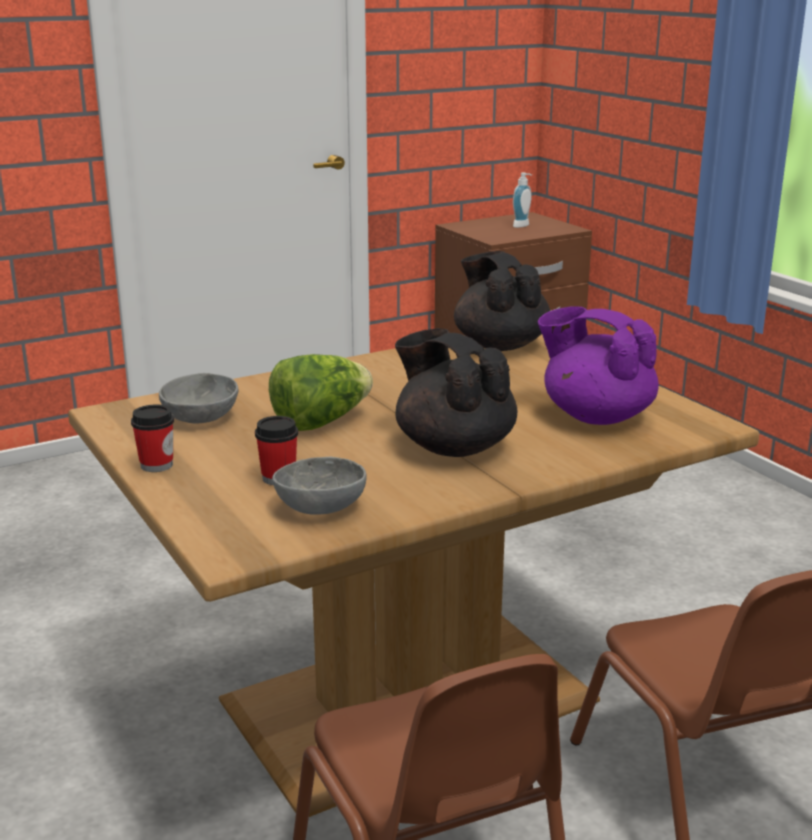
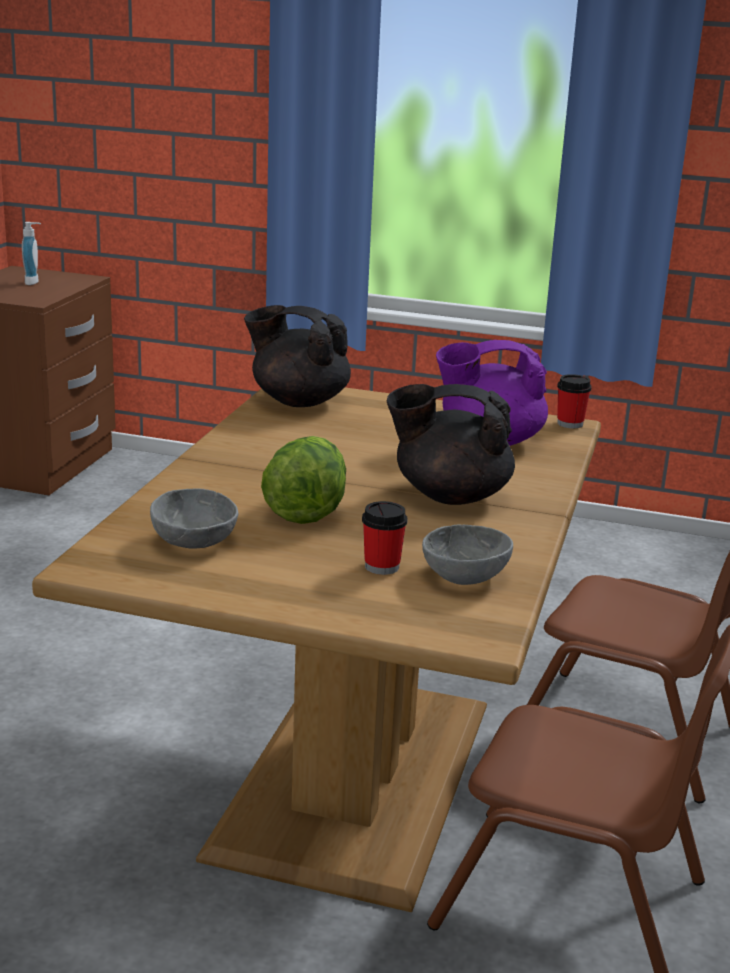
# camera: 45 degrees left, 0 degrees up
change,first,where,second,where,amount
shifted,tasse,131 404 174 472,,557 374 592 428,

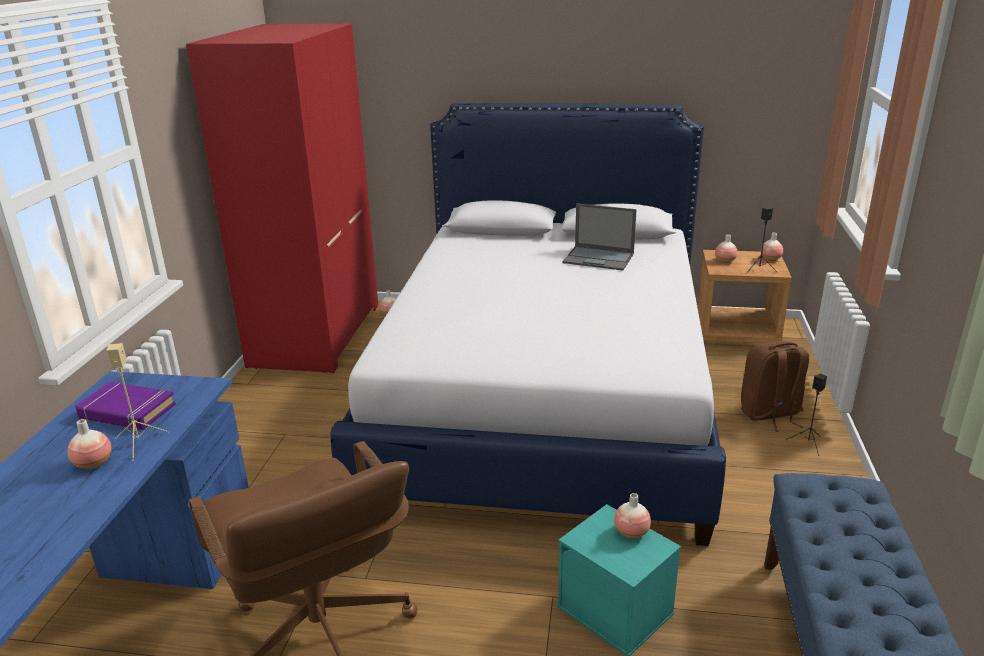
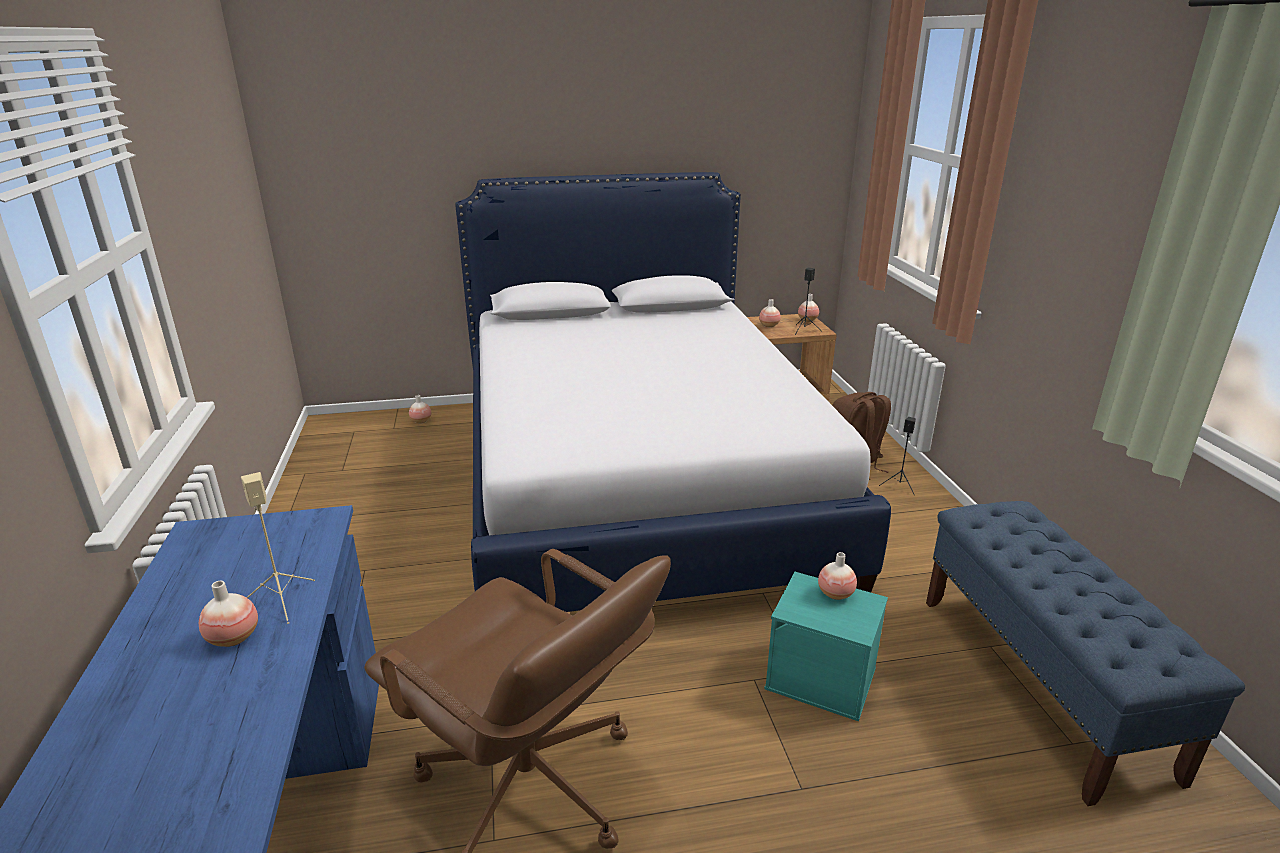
# camera: 20 degrees left, 0 degrees up
change,first,where,second,where,amount
gone,armoire [rouge],186 23 378 373,,,
gone,ordinateur portable,562 204 637 270,,,
gone,livre [violet],75 382 176 430,,,

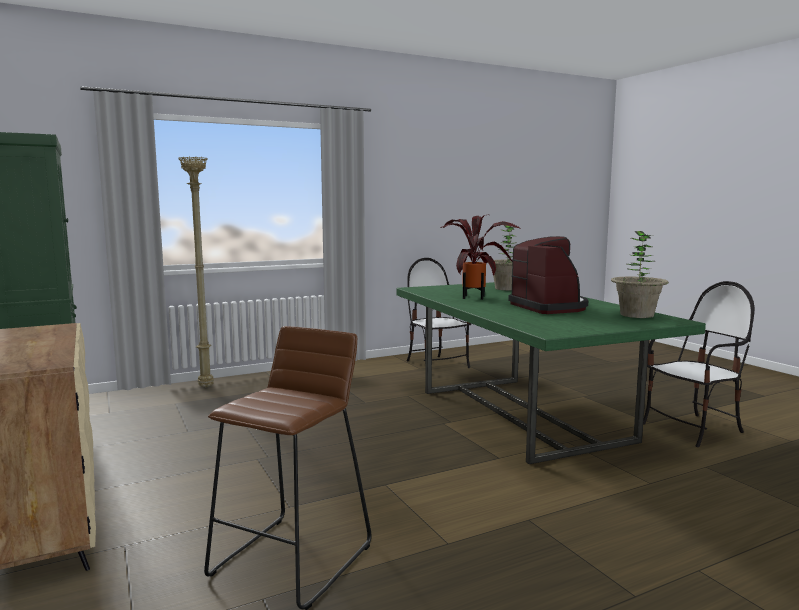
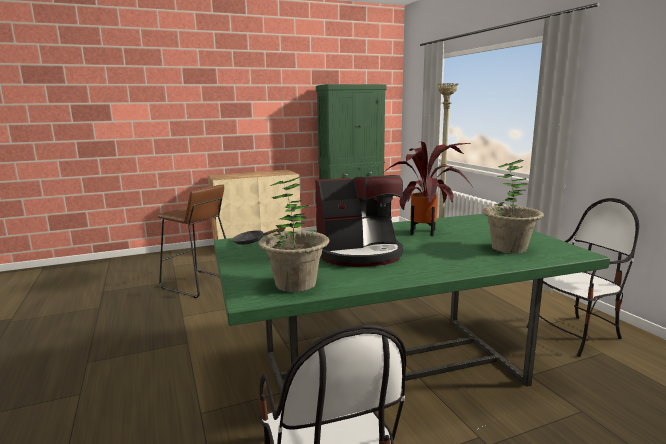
# camera: 95 degrees right, 5 degrees up
change,first,where,second,where,amount
new,,,poêle [noir],233 227 286 245,

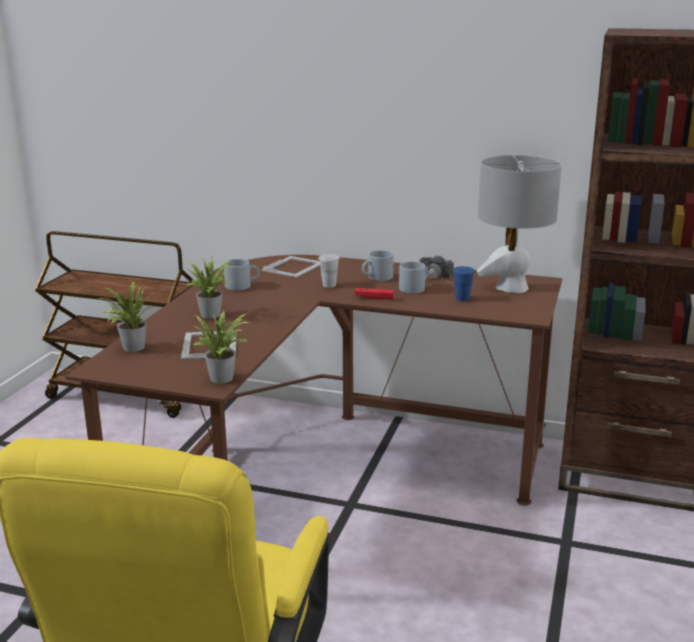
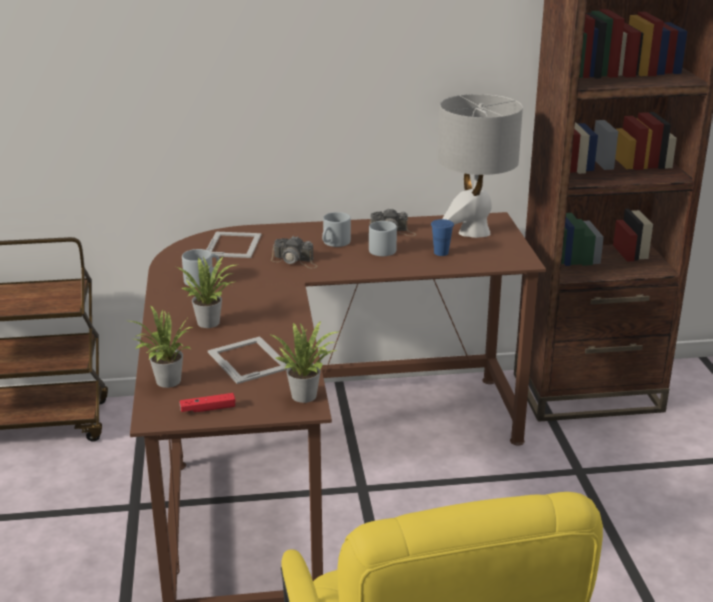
# camera: 25 degrees left, 5 degrees up
change,first,where,second,where,amount
swapped,tasse [blanc],319 254 340 288,appareil photo,271 236 317 268,
shifted,manette [rouge],355 288 395 300,,179 393 235 412,

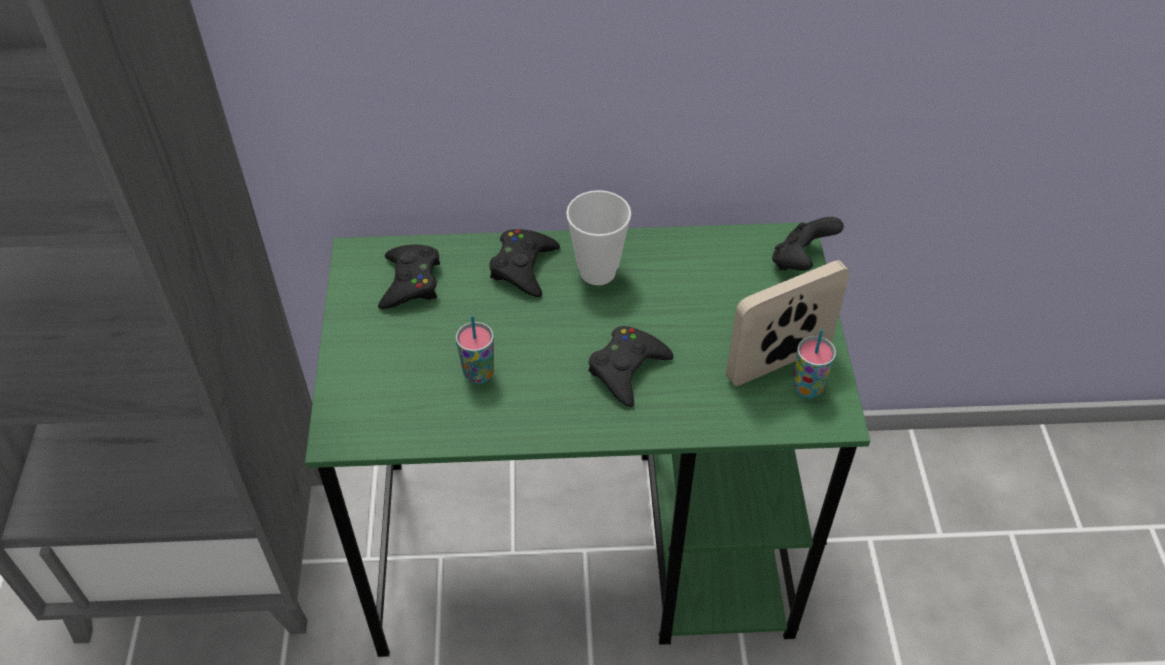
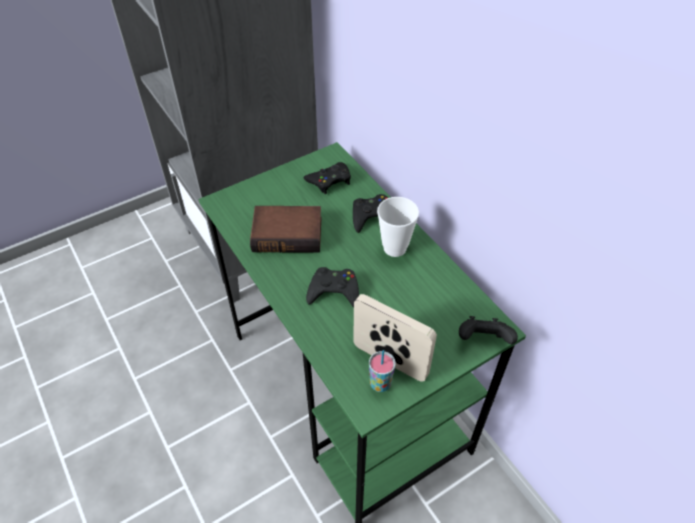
# camera: 60 degrees right, 0 degrees up
change,first,where,second,where,amount
swapped,tasse,456 315 494 384,livre,250 206 322 253,

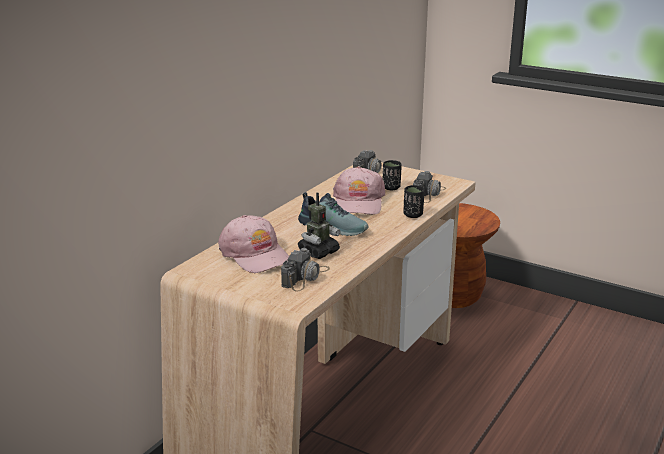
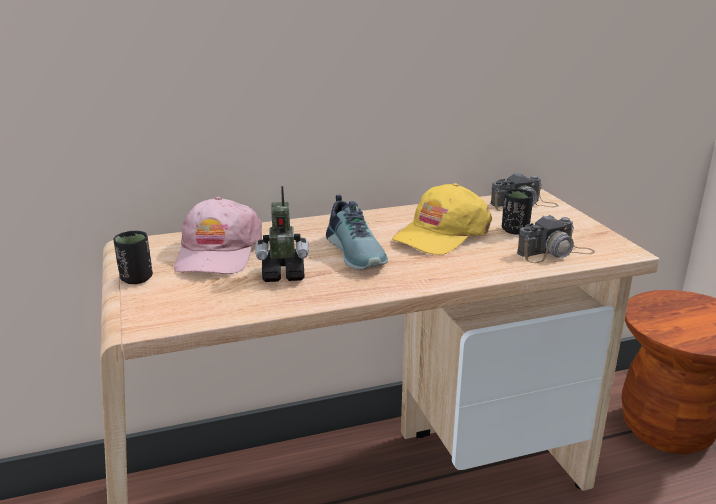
# camera: 40 degrees right, 0 degrees up
change,first,where,second,where,amount
repainted,casquette [rose],333 166 385 215,casquette [jaune],392 183 492 255,
shifted,tasse [noir],403 185 424 218,,114 231 153 284,
gone,appareil photo,281 248 330 291,,,

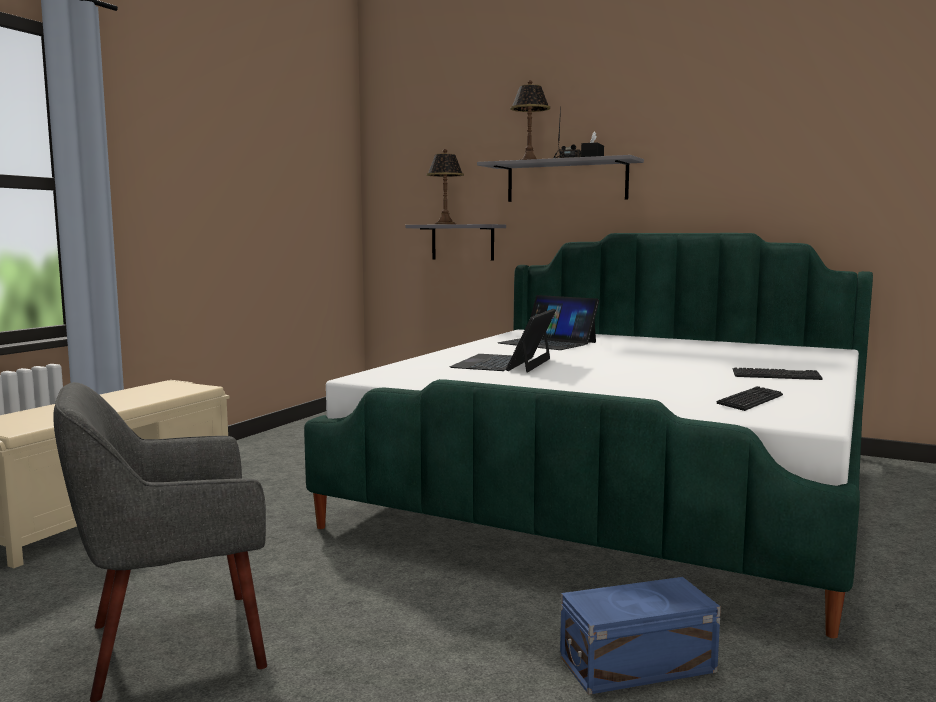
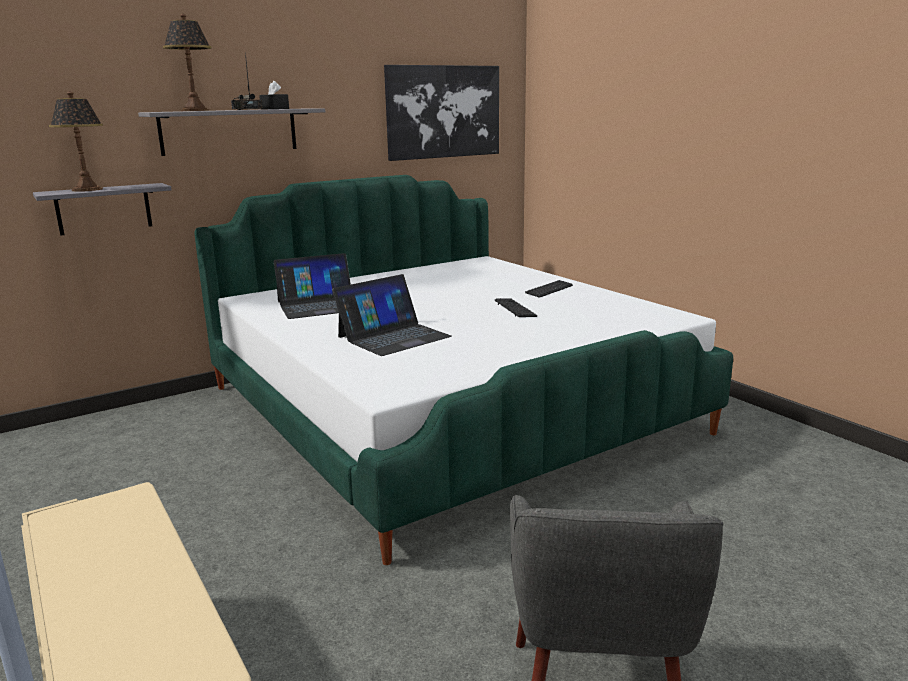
# camera: 60 degrees left, 10 degrees up
change,first,where,second,where,amount
rotated,ordinateur portable,449 309 556 373,,332 274 452 356,90 degrees counterclockwise
shifted,clavier,716 386 783 411,,495 298 537 317,
gone,boîte de rangement [bleu],560 577 721 695,,,
new,,,tableau,384 65 499 161,

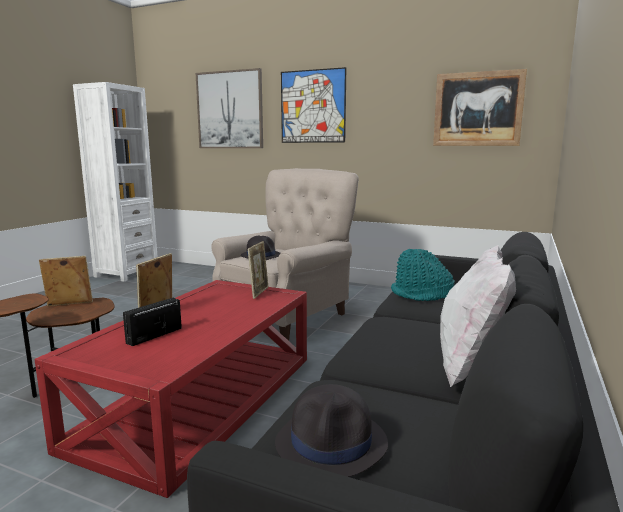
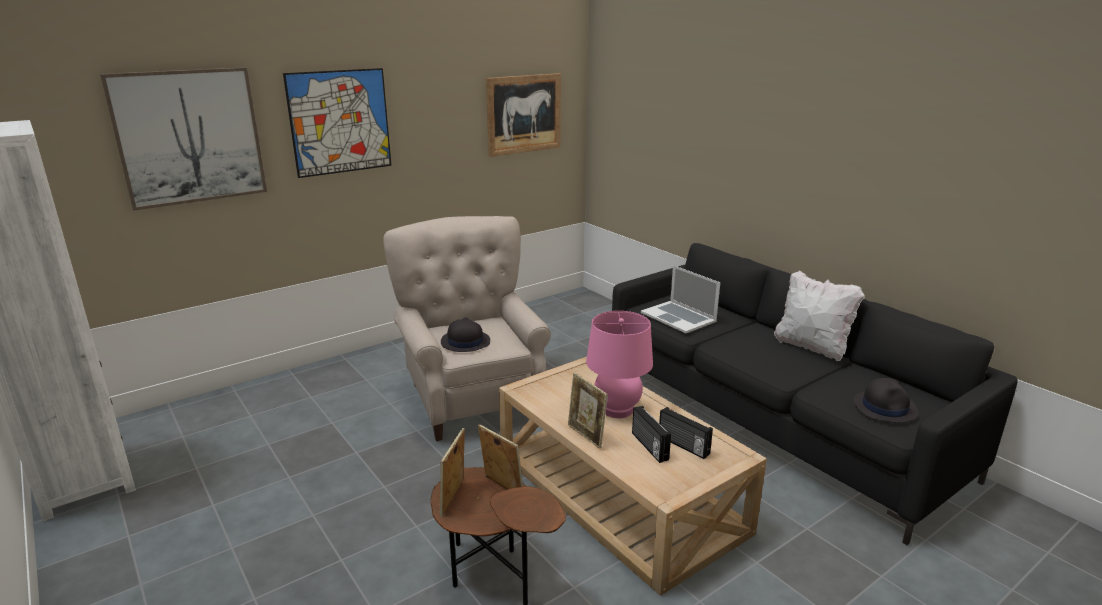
# camera: 60 degrees left, 10 degrees up
change,first,where,second,where,amount
shifted,cadre photo,248 241 269 299,,478 424 523 490,
swapped,chapeau [turquoise],391 249 455 301,ordinateur portable,641 265 720 333,
repainted,table basse [rouge],35 280 307 498,table basse [beige],499 357 767 596,
new,,,lampe de table [rose],586 311 653 418,
new,,,radio,659 407 713 459,

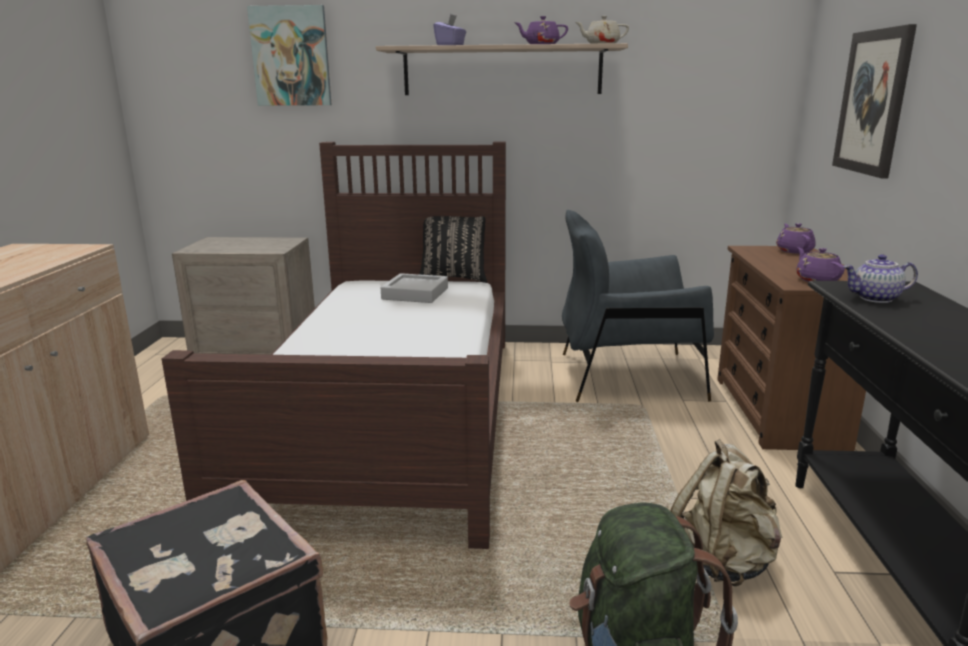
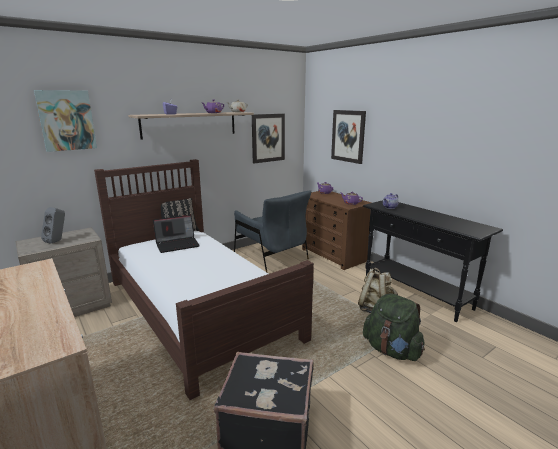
# camera: 40 degrees left, 0 degrees up
change,first,where,second,where,amount
rotated,fauteuil [gris],562 210 714 402,,234 191 312 273,90 degrees counterclockwise
swapped,plateau [gris],381 273 448 303,ordinateur portable,153 215 200 253,
new,,,tableau,252 114 285 163,
new,,,enceinte [gris],41 207 65 244,

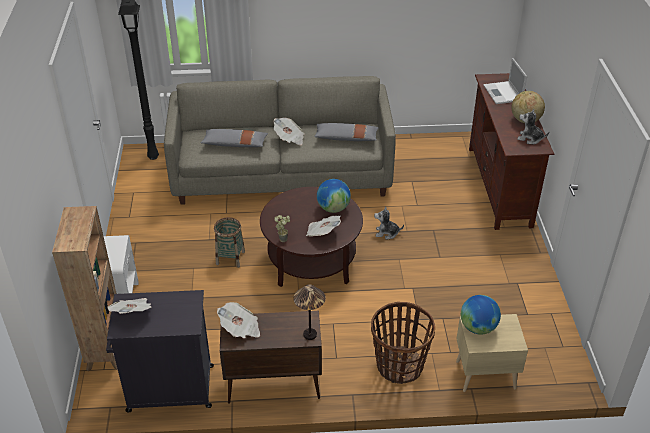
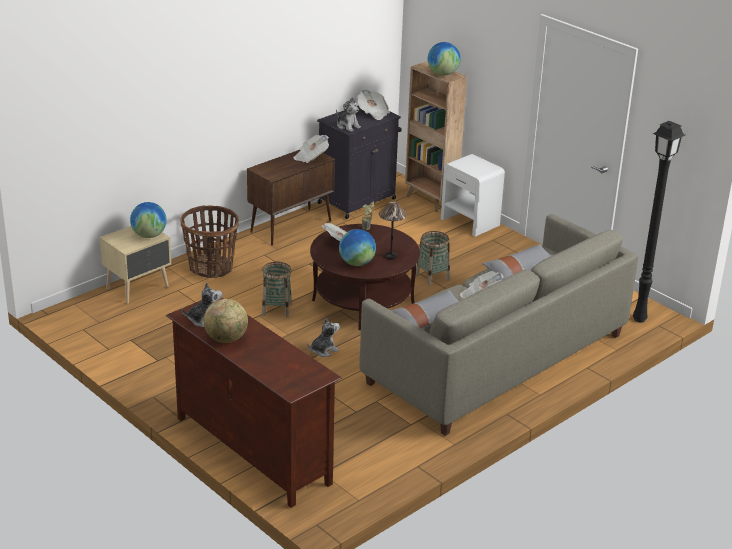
# camera: 140 degrees right, 10 degrees down
change,first,where,second,where,amount
gone,ordinateur portable,483 58 527 104,,,
shifted,lampe de table,293 284 326 340,,379 201 407 260,
new,,,globe,428 42 461 75,
new,,,peluche,336 97 361 132,
new,,,panier,262 262 292 317,

